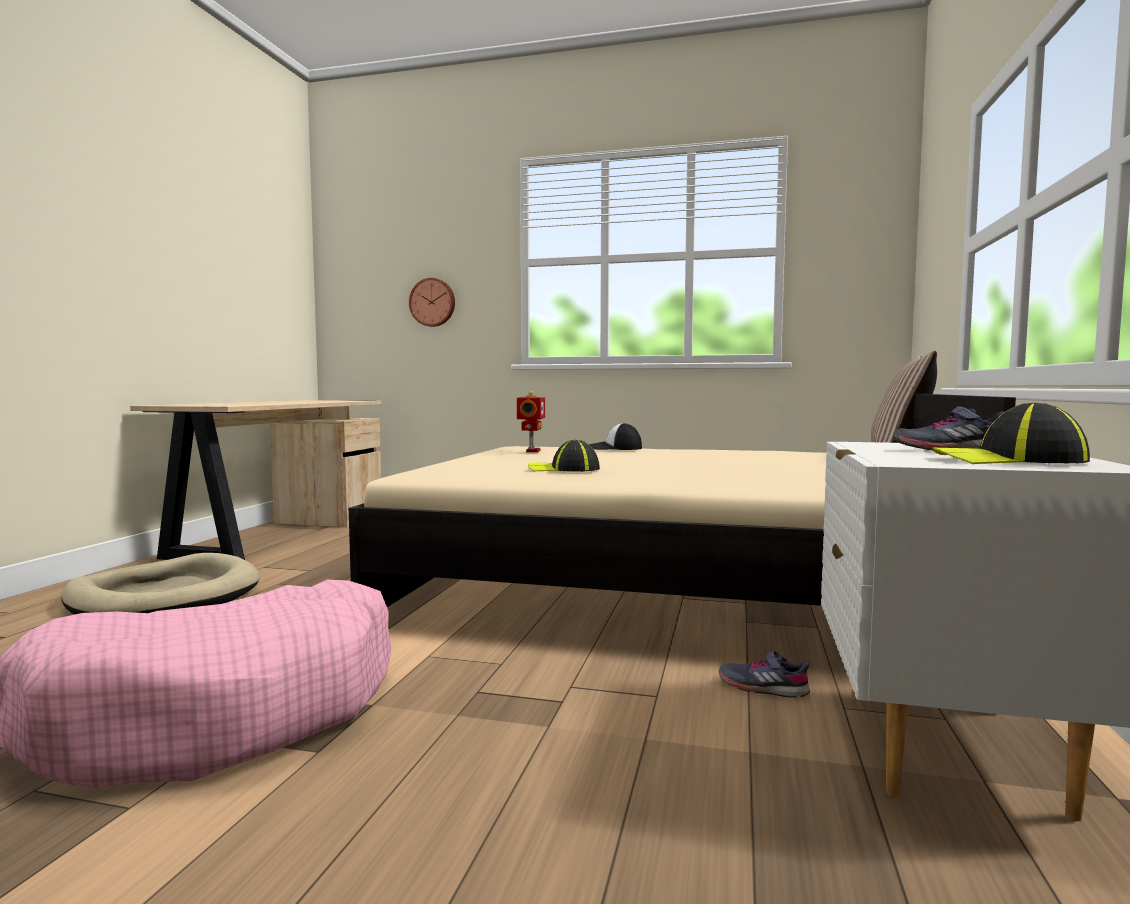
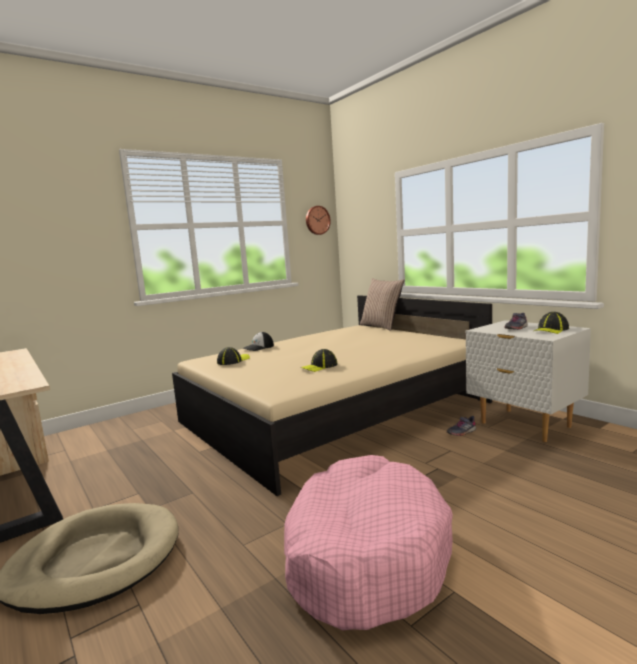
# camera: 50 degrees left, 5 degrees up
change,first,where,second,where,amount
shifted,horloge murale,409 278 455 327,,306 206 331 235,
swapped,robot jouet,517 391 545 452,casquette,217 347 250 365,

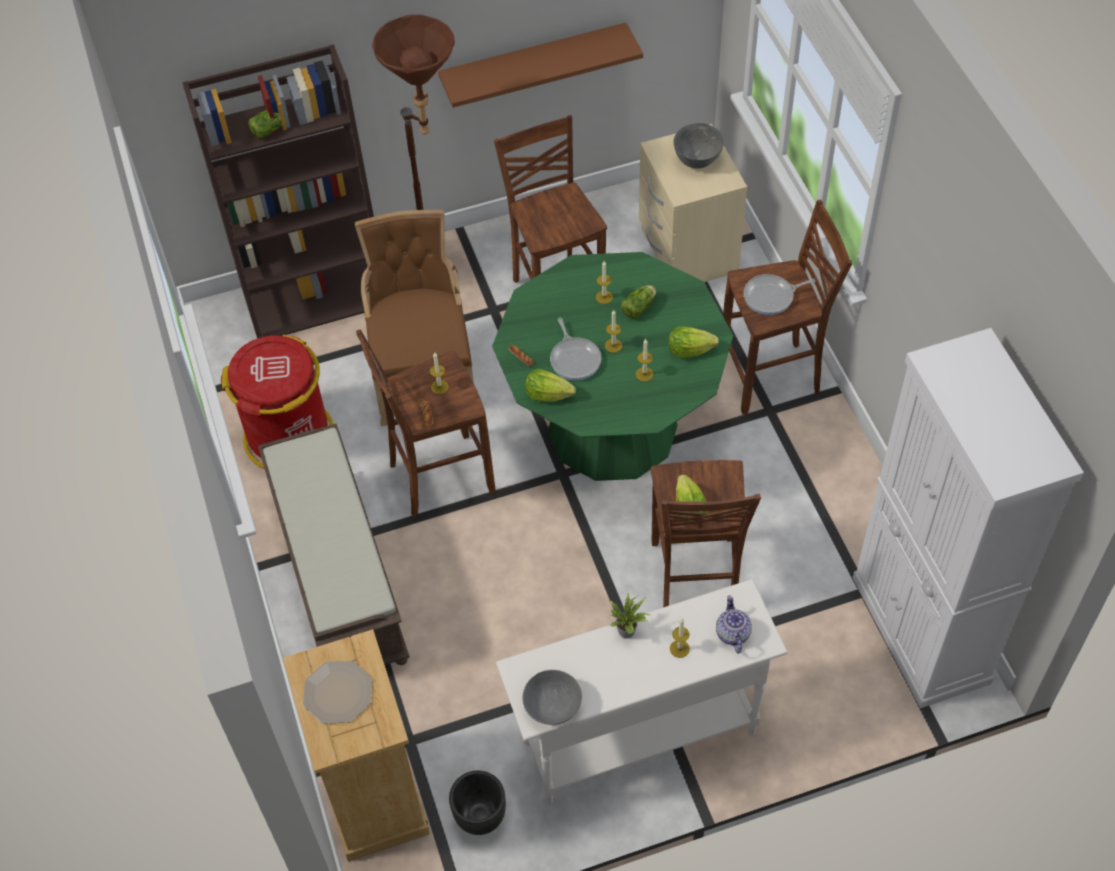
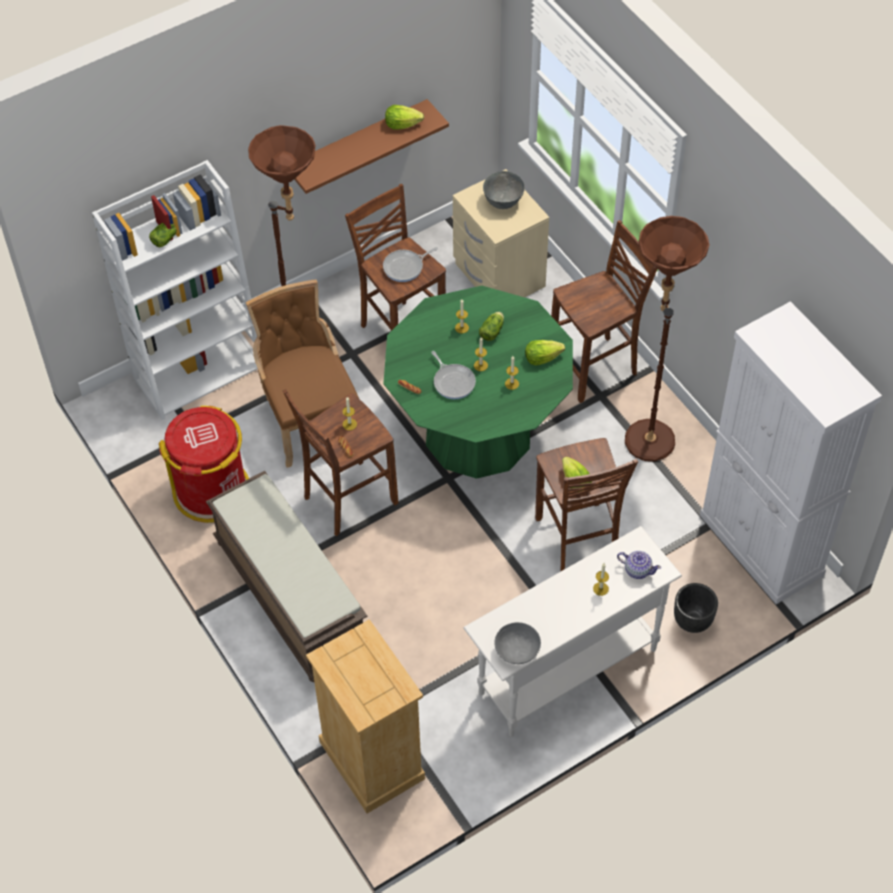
# camera: 15 degrees left, 0 degrees up
change,first,where,second,where,amount
repainted,bibliothèque [marron],183 44 374 338,bibliothèque [blanc],92 160 258 420,
shifted,poêle,743 274 816 315,,383 247 438 282,
shifted,laitue,525 369 576 402,,385 105 424 130,
gone,plante en pot,609 592 650 638,,,
rotated,théière,716 595 752 654,,617 551 661 579,135 degrees clockwise
gone,assiette,303 661 372 723,,,
shifted,cache-pot [noir],449 770 506 835,,674 583 718 633,
new,,,lampadaire [marron],625 216 709 462,

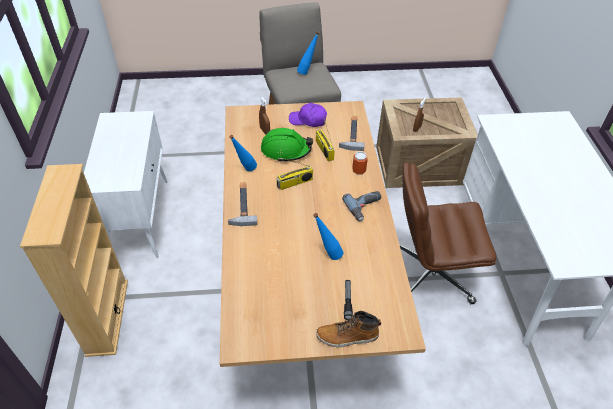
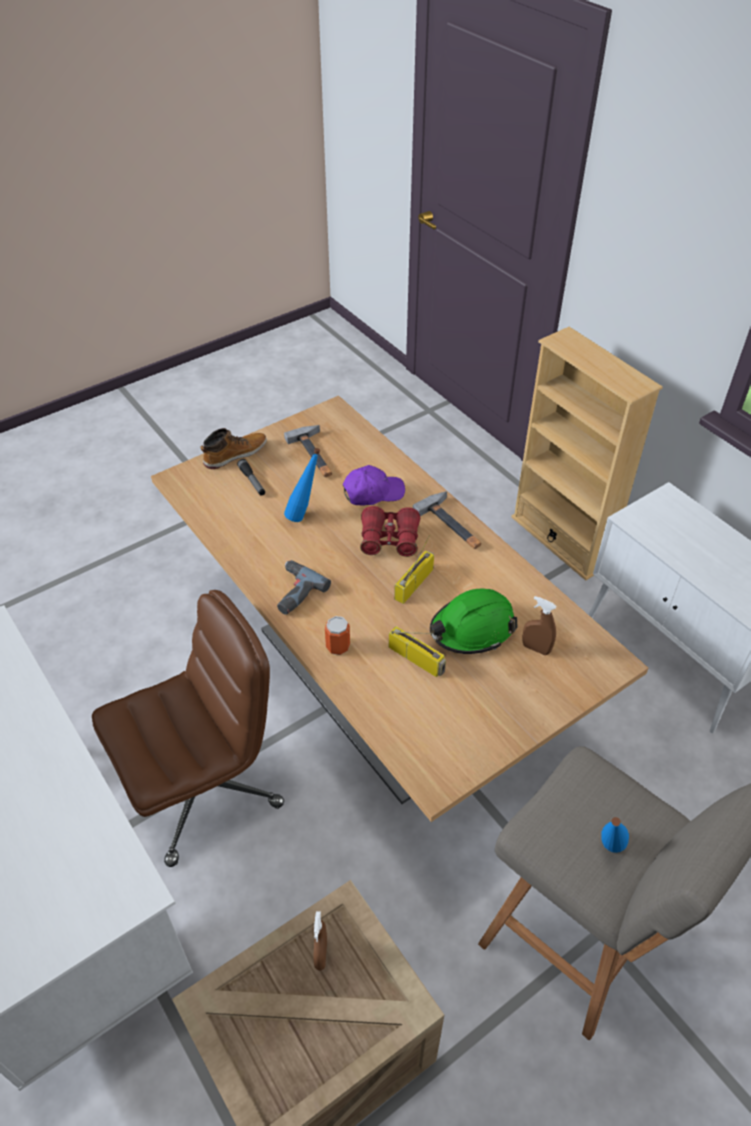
# camera: 150 degrees right, 0 degrees up
change,first,where,second,where,amount
shifted,casquette [violet],289 103 327 127,,343 465 405 505,
shifted,marteau,339 116 364 151,,284 425 332 477,
gone,bouteille [bleu],229 135 257 171,,,
new,,,jumelles [rouge],360 506 420 557,

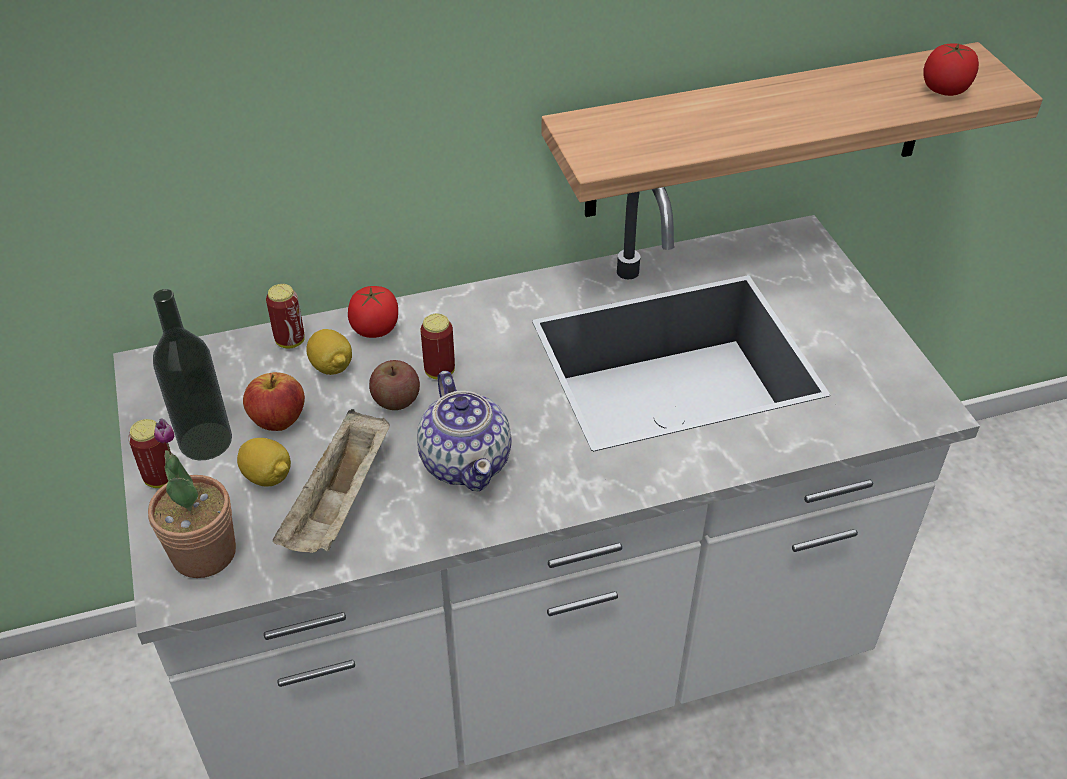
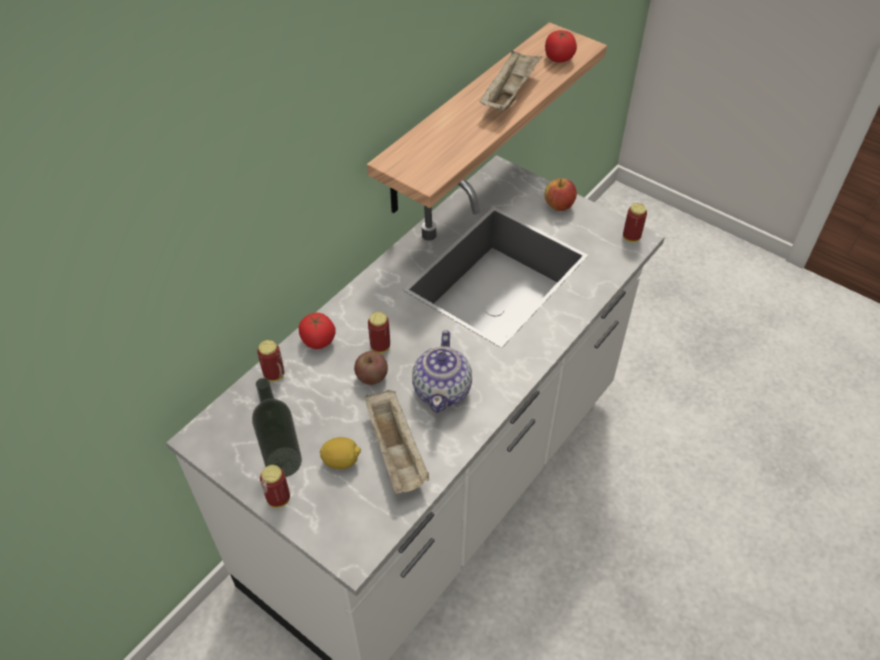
# camera: 35 degrees left, 5 degrees up
change,first,where,second,where,amount
gone,citron,306 329 352 375,,,
rotated,théière,417 371 512 491,,412 330 472 413,60 degrees clockwise
shifted,pomme,243 372 305 431,,545 178 577 211,
gone,plante en pot,148 418 236 578,,,
new,,,plateau [beige],479 50 542 110,
new,,,boîte métallique,623 203 647 242,

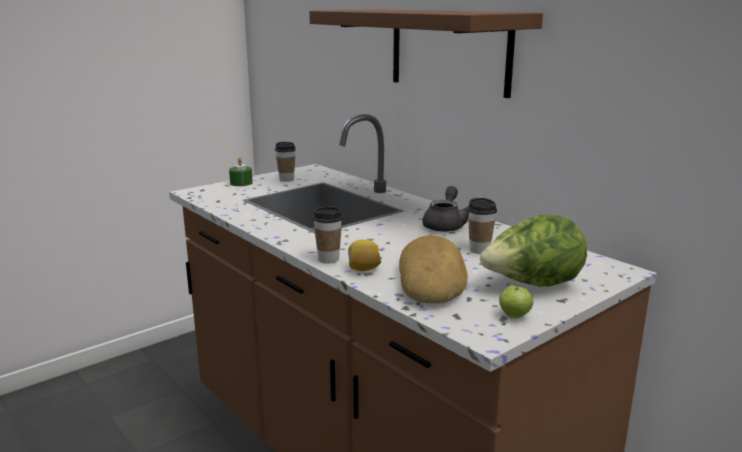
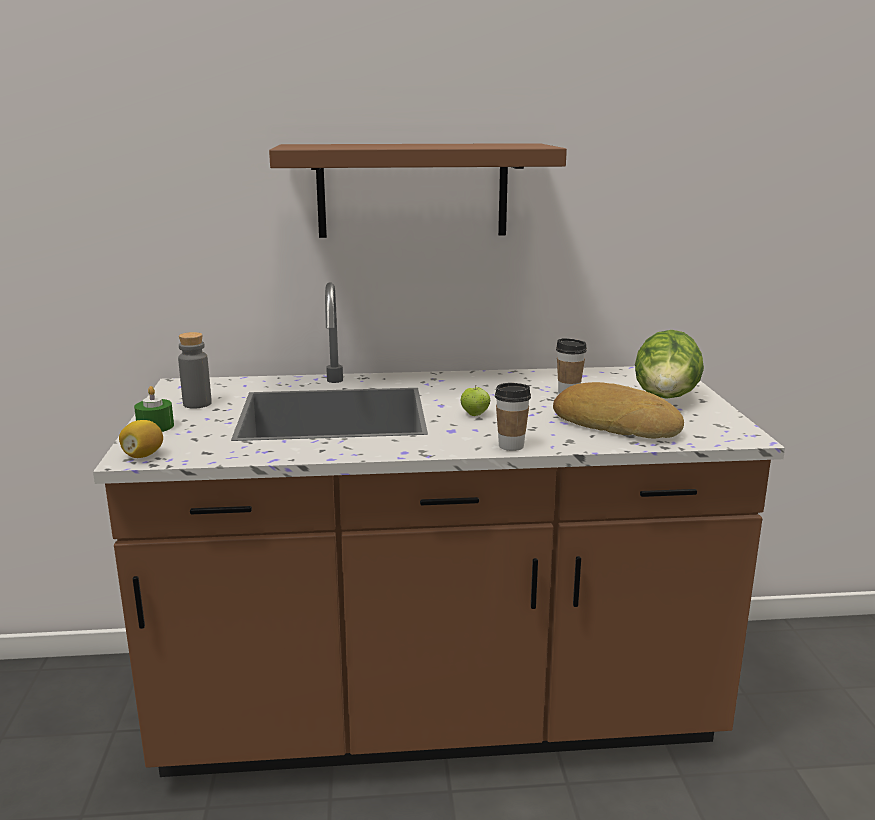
# camera: 55 degrees left, 0 degrees up
change,first,where,second,where,amount
swapped,tasse,275 142 296 182,bouteille [gris],178 332 212 408,
gone,théière [gris],422 186 469 232,,,
shifted,citron,348 240 381 271,,119 420 163 458,
shifted,pomme,499 284 533 318,,461 386 490 416,

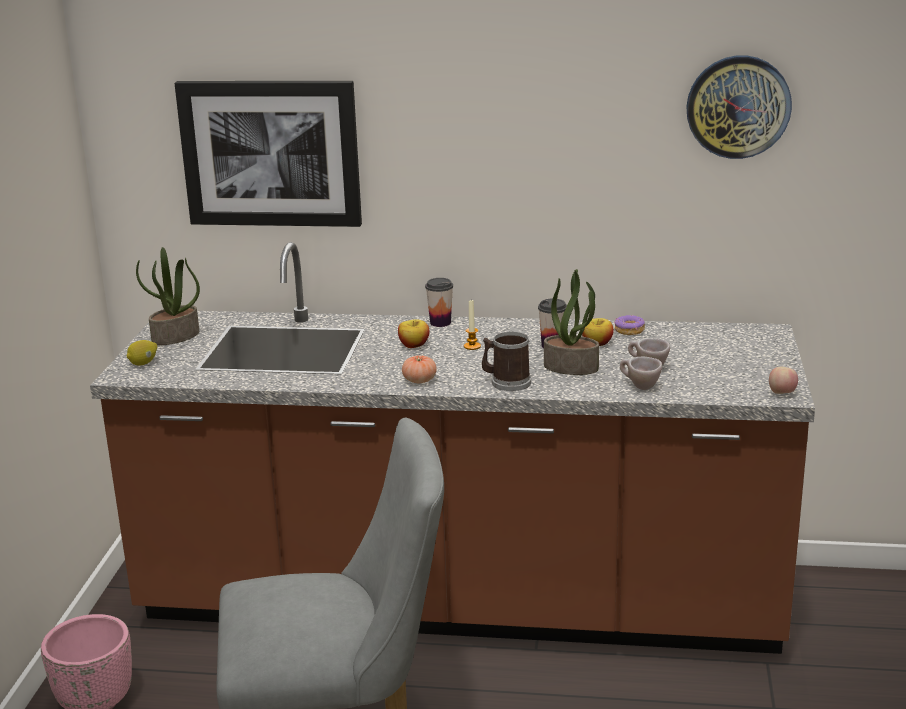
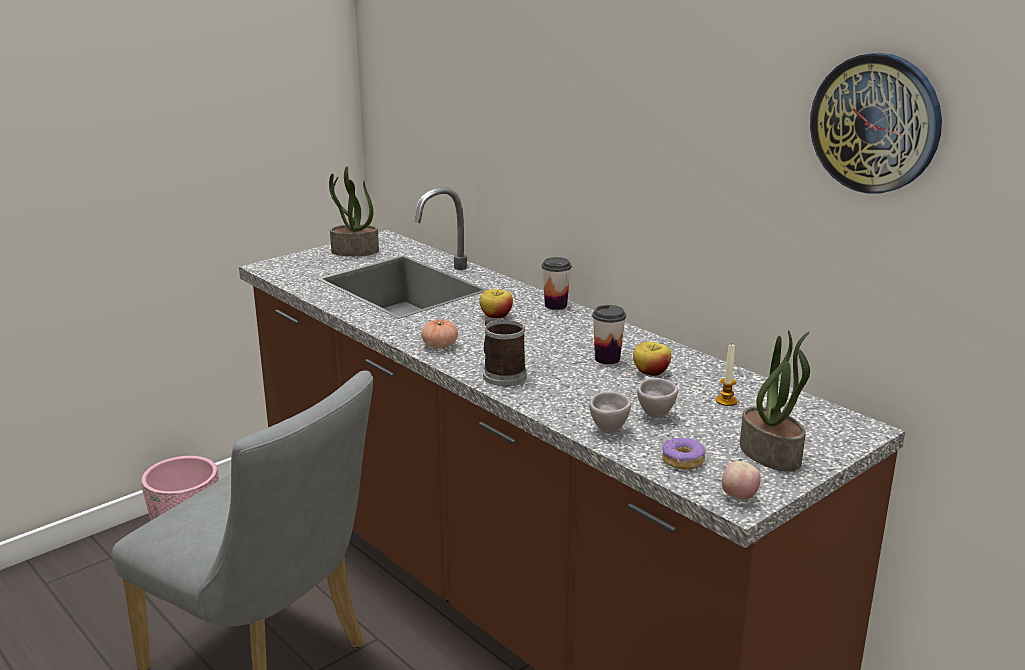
# camera: 40 degrees right, 0 degrees up
change,first,where,second,where,amount
gone,tableau,174 81 362 227,,,
shifted,plante en pot,544 269 599 375,,740 330 810 472,
shifted,bougie,464 300 481 350,,716 344 738 406,
shifted,beignet,614 315 645 335,,662 437 705 470,
gone,citron,127 340 157 366,,,

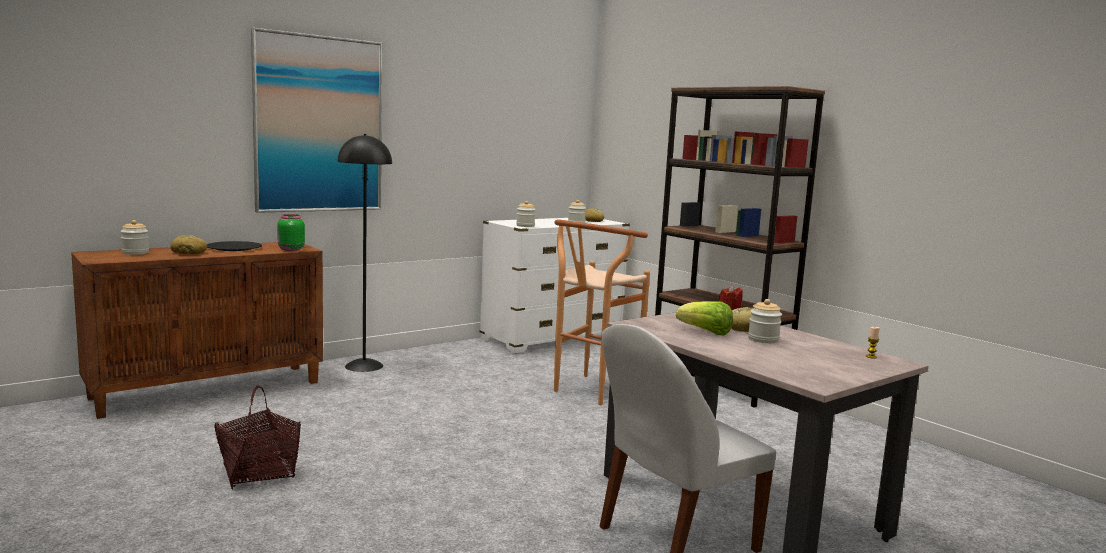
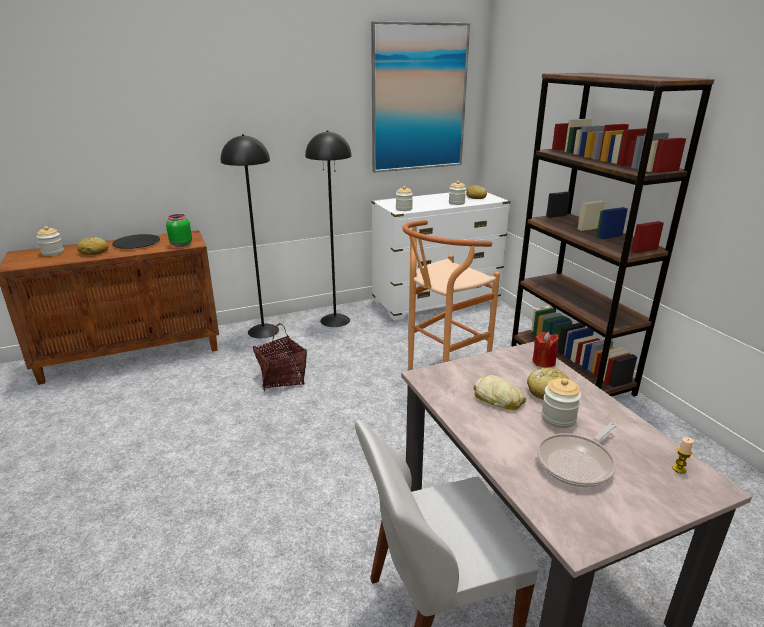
# camera: 15 degrees right, 15 degrees up
change,first,where,second,where,amount
shifted,tableau,251 28 382 213,,371 21 470 173,
swapped,laitue,676 301 733 335,pain,474 375 526 410,
shifted,panier,214 385 301 489,,253 323 307 391,
new,,,lampadaire [noir],305 131 352 327,
new,,,poêle,537 422 617 488,

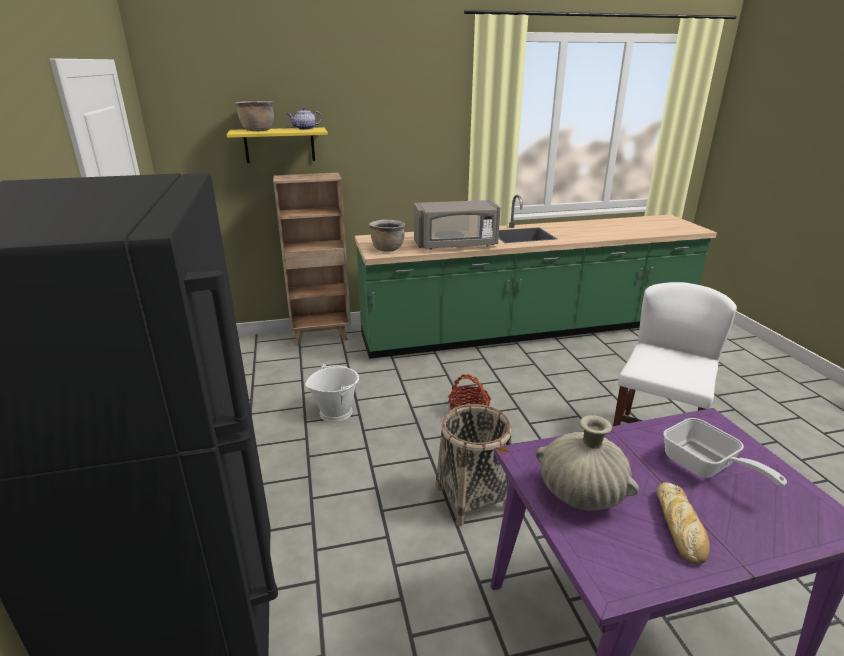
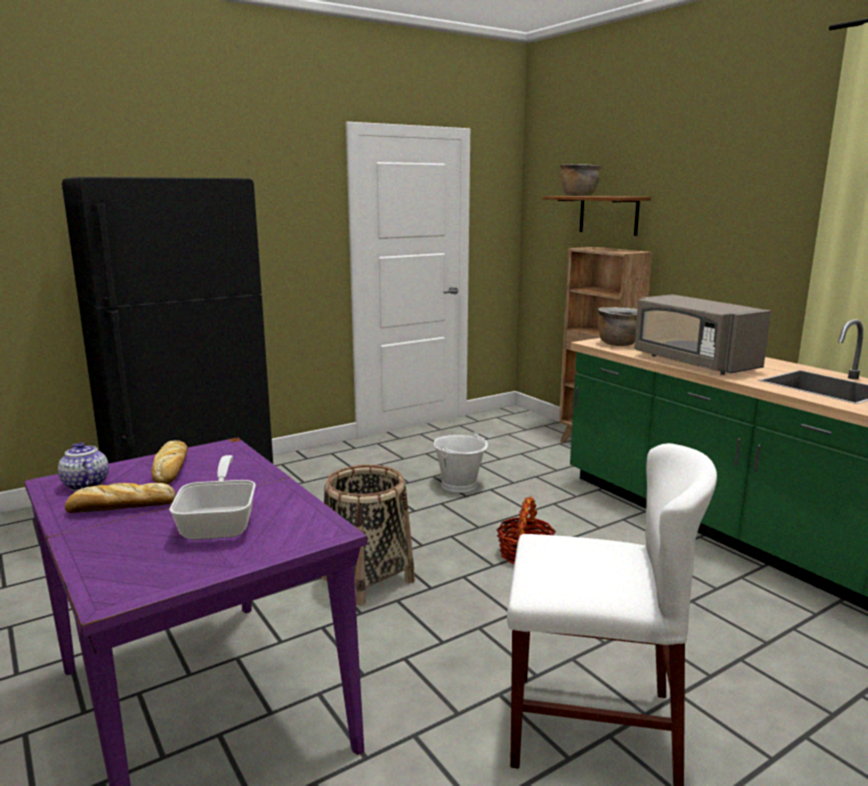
# camera: 70 degrees right, 10 degrees down
change,first,where,second,where,amount
shifted,théière,287 107 322 130,,58 442 109 491,
repainted,étagère [jaune],227 127 328 163,étagère [marron],543 196 651 236,
swapped,vase [beige],536 415 639 511,pain,151 440 188 484,
rotated,poêle,663 418 787 487,,170 455 256 540,135 degrees clockwise

